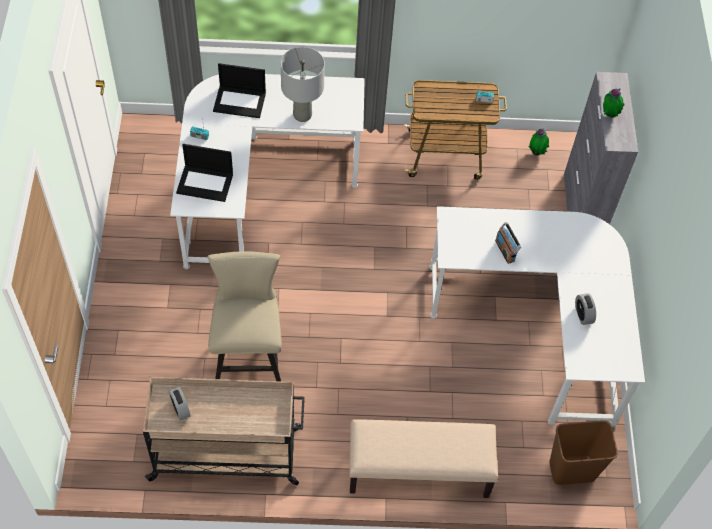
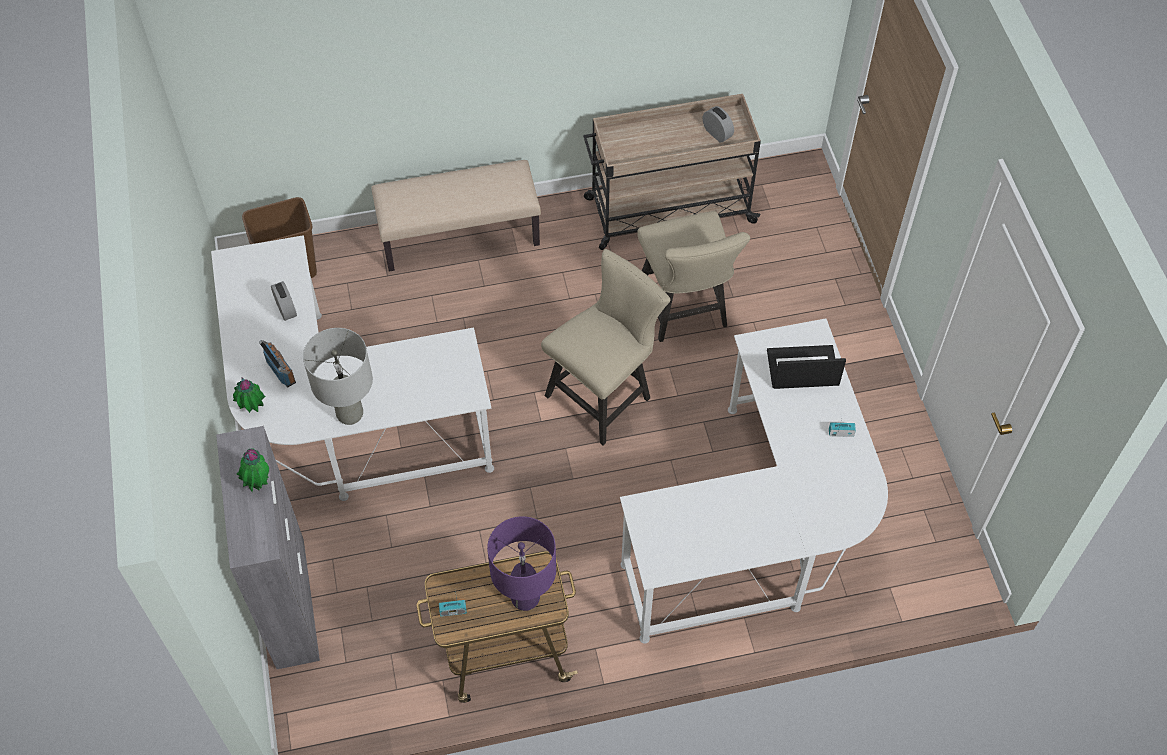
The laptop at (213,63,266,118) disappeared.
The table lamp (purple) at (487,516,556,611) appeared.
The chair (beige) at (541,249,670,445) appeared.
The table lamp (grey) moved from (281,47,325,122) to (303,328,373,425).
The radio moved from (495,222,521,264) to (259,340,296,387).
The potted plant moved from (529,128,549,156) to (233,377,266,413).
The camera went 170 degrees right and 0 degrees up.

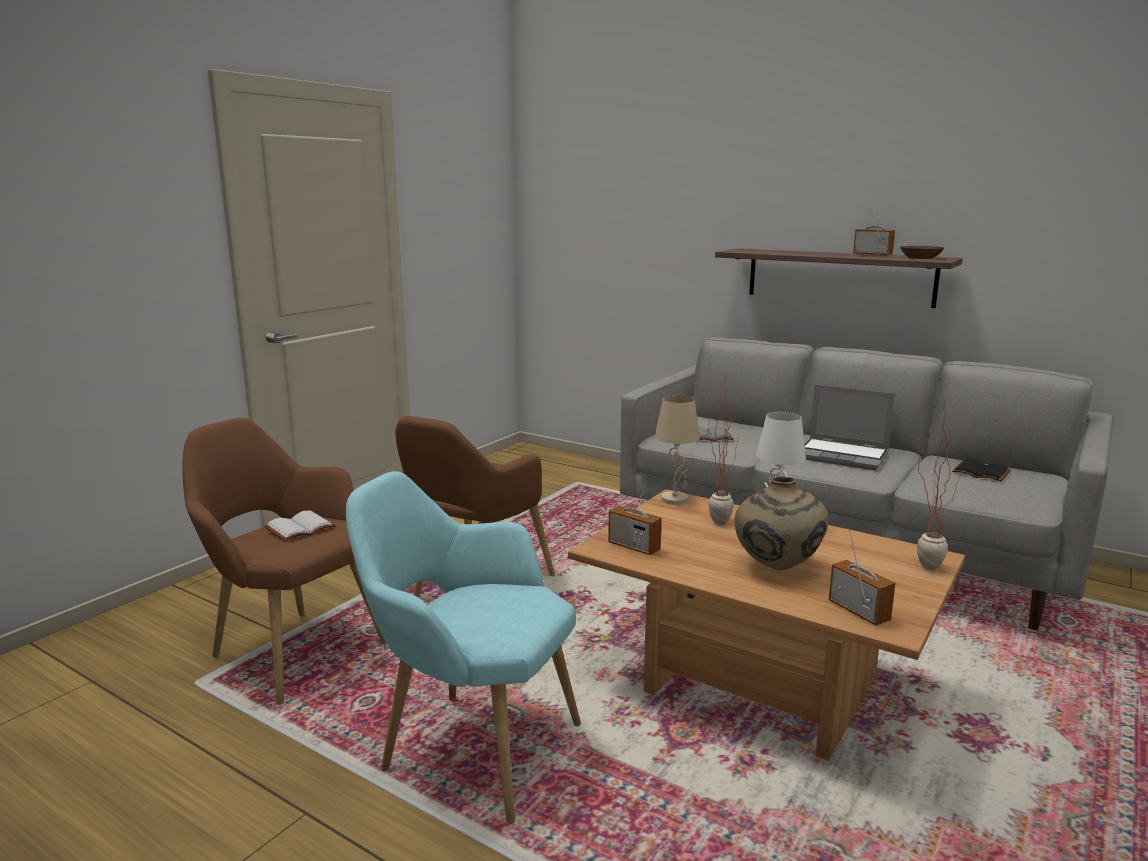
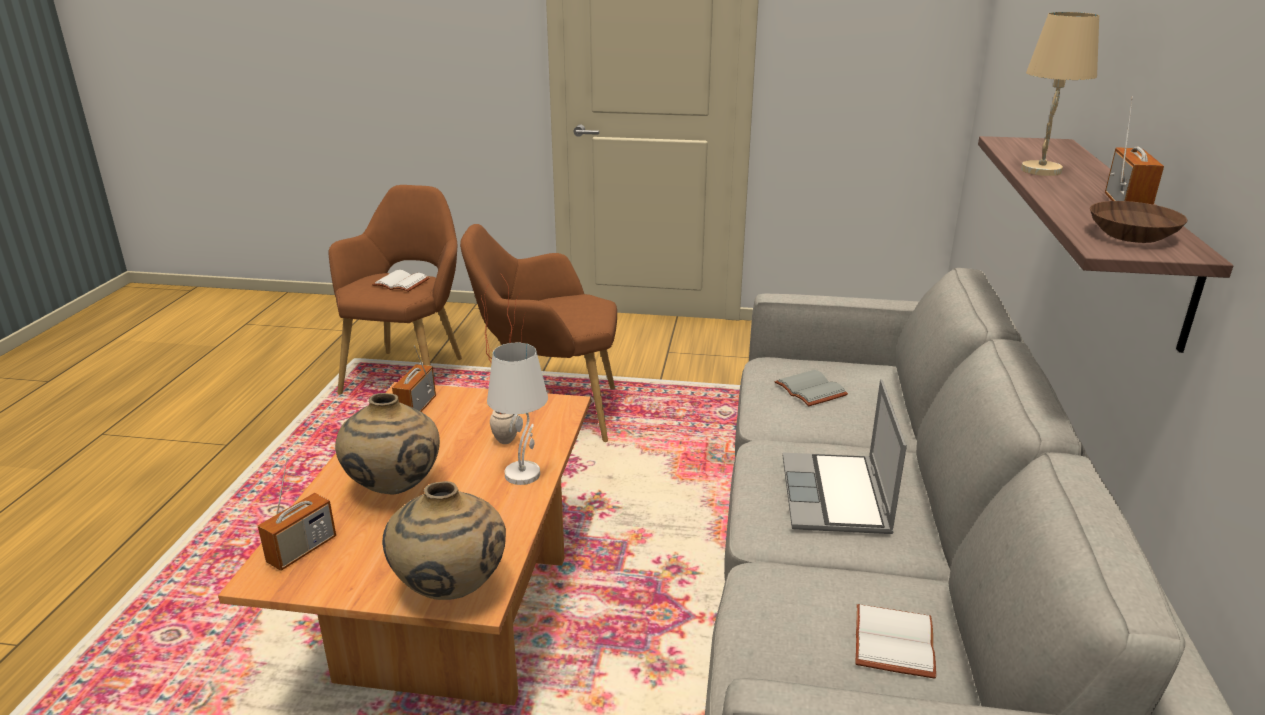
The armchair (turquoise) at (346,471,581,824) disappeared.
The table lamp (beige) moved from (655,395,700,505) to (1021,12,1099,176).
The potted plant at (917,398,962,570) was replaced by the vase (beige) at (382,481,506,600).
The book (black) at (952,459,1011,482) became the book (white) at (855,604,936,679).
The camera went 65 degrees right and 10 degrees up.

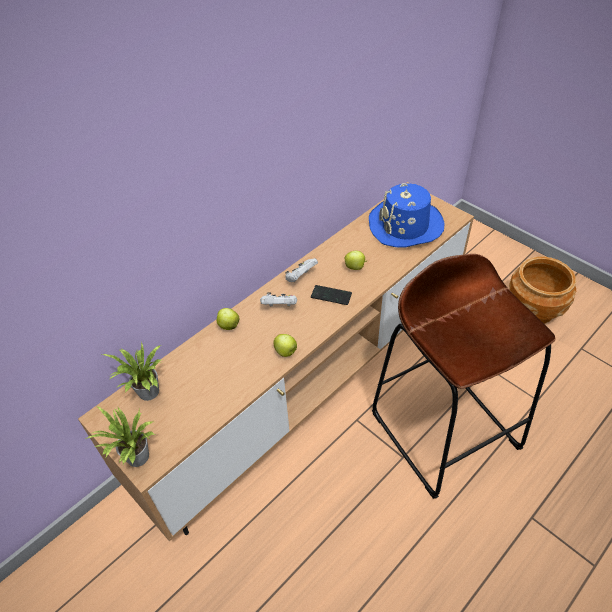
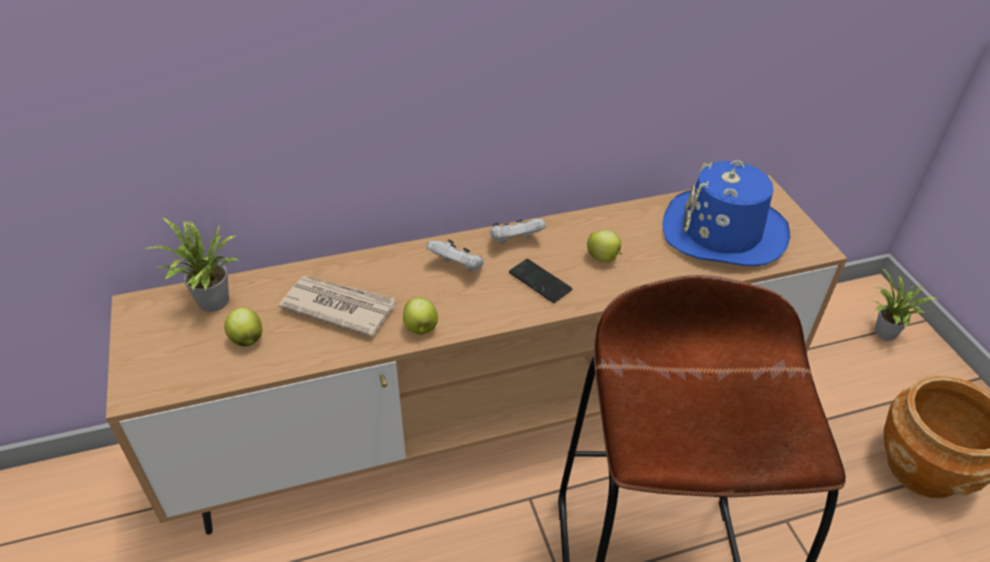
The newspaper at (279,276,396,337) appeared.
The potted plant moved from (86,406,155,467) to (873,268,939,341).
The apple moved from (217,308,239,330) to (224,307,262,346).
The camera went 25 degrees right and 5 degrees down.

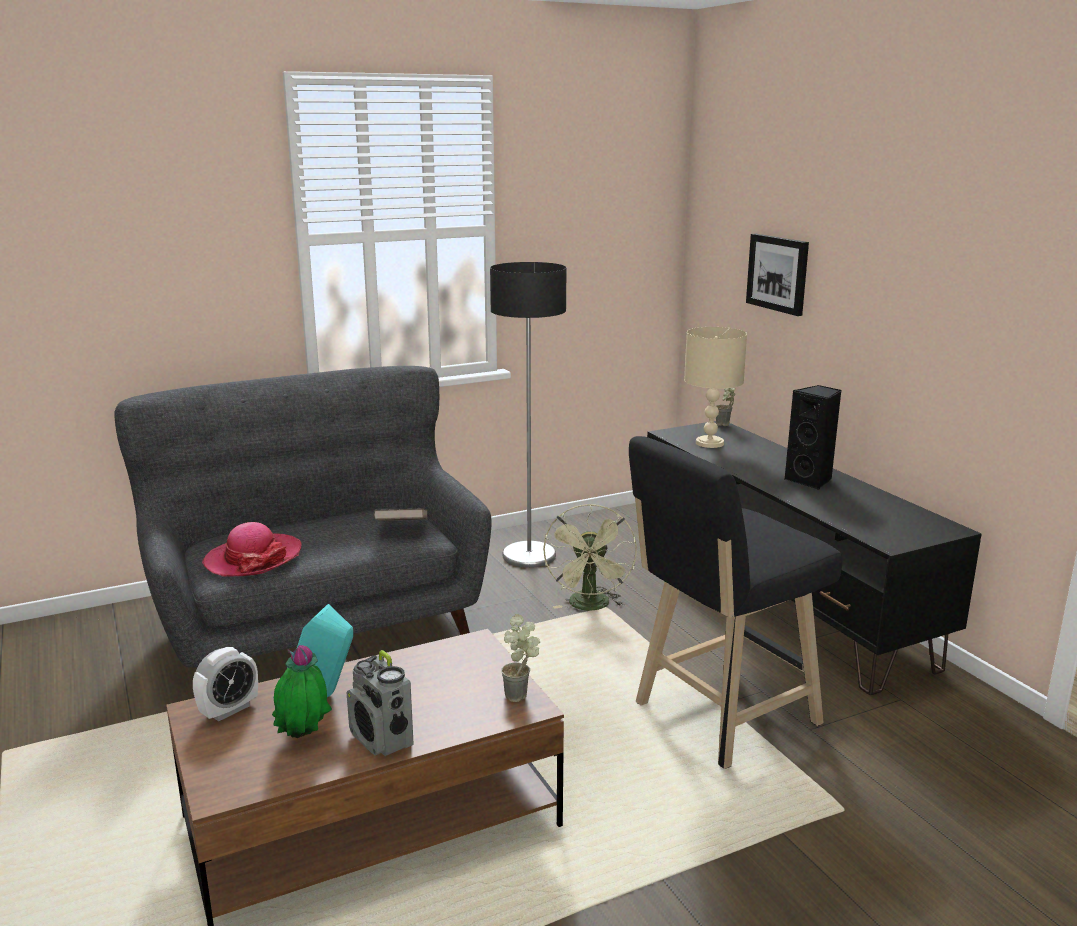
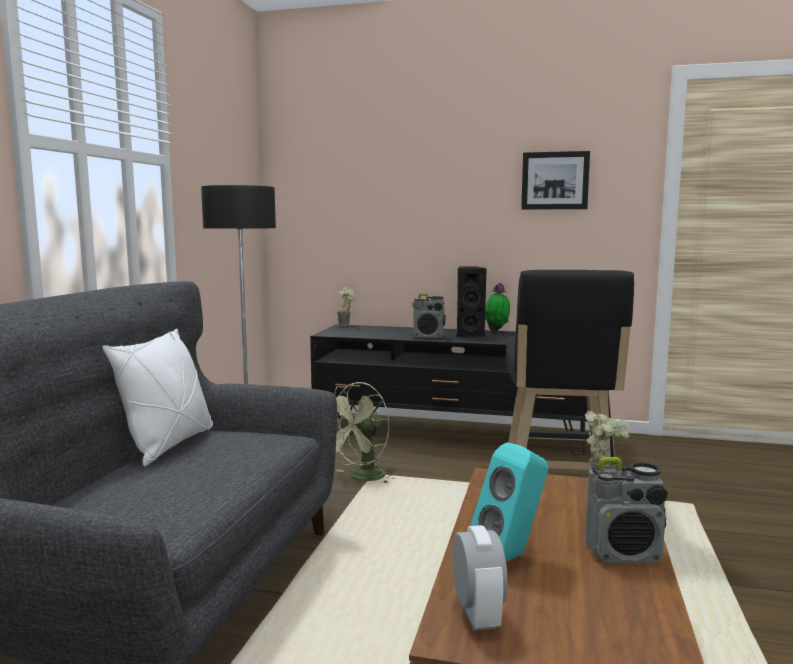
The hat at (202,522,302,576) disappeared.
The book (brown) at (373,508,428,521) disappeared.
The table lamp (beige) at (684,327,747,448) disappeared.
The pillow (white) at (102,329,213,466) appeared.
The radio at (413,293,445,338) appeared.
The potted plant moved from (272,645,332,738) to (485,283,510,332).
The picture moved from (746,234,809,316) to (521,151,590,209).
The fan (green) at (543,504,637,611) turned 90 degrees clockwise.
The camera went 50 degrees left and 10 degrees down.

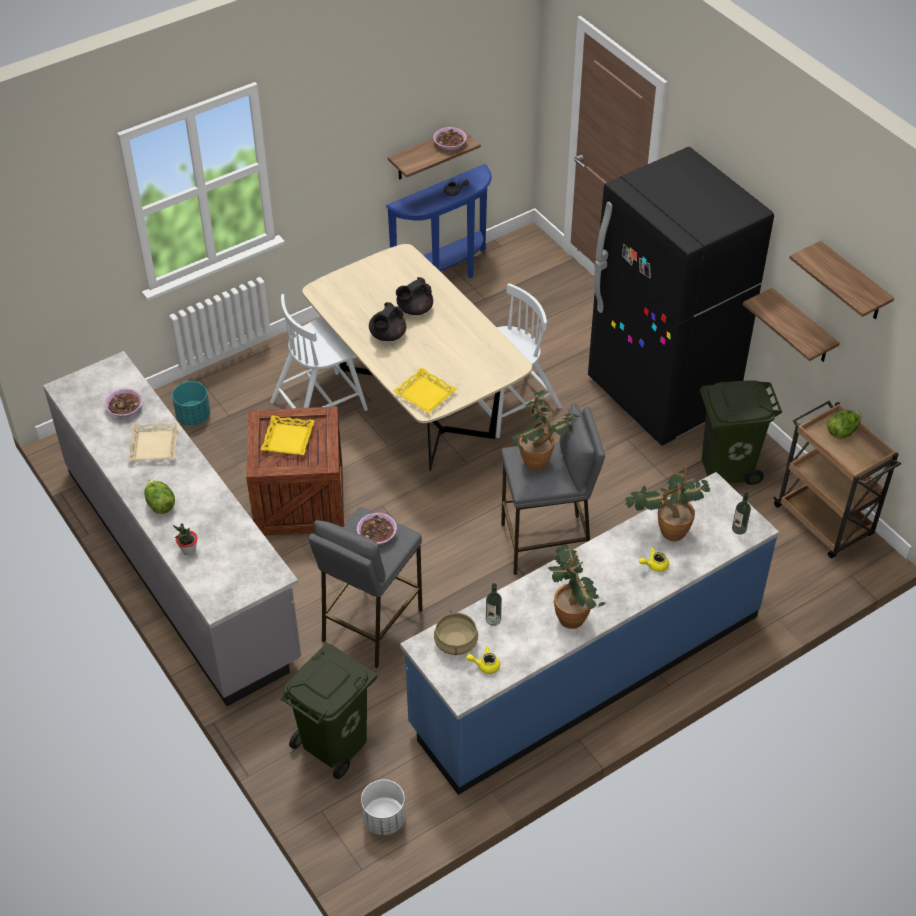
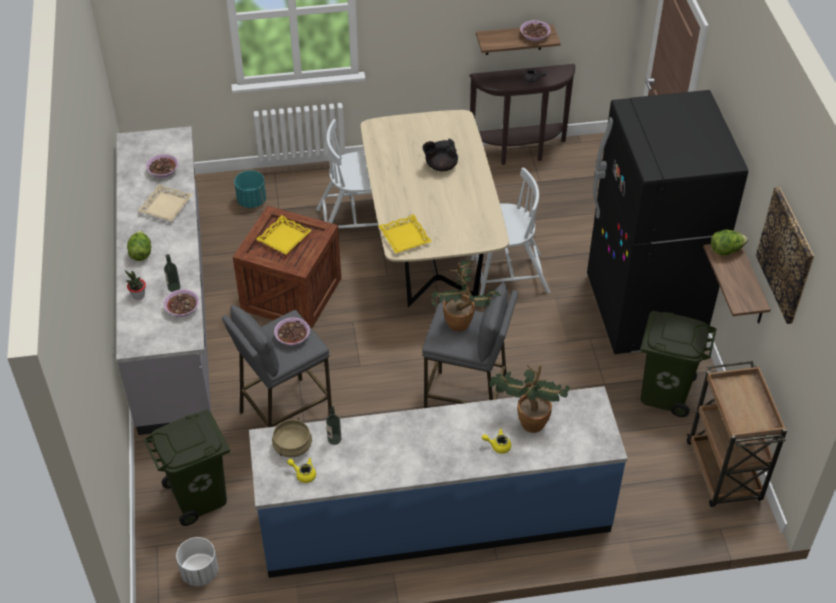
The teapot (black) at (369,302,406,341) disappeared.
The potted plant at (548,544,605,629) disappeared.
The bowl at (164,289,199,317) appeared.
The bottle moved from (732,492,751,535) to (164,254,181,292).
The lettuce moved from (827,410,861,439) to (711,229,748,255).
The shelf at (789,241,894,319) was replaced by the picture at (756,187,814,324).
The console table (blue) at (386,164,491,278) became the console table (brown) at (469,64,575,165).
The camera went 25 degrees right and 0 degrees up.

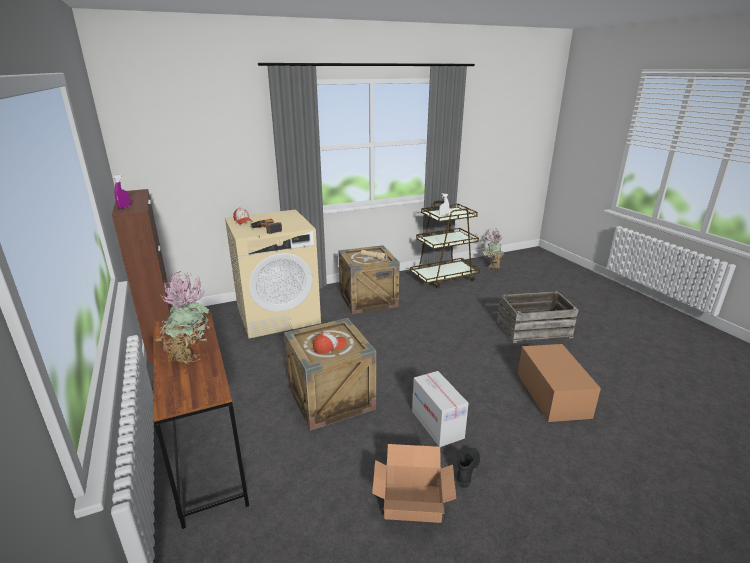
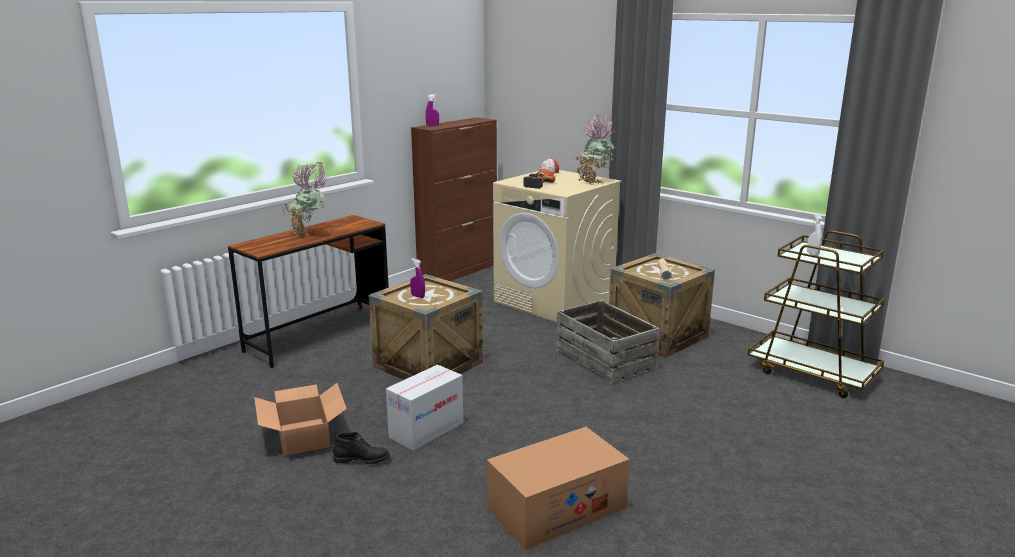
The potted plant moved from (483,227,504,270) to (576,115,615,184).
The crate moved from (497,291,578,343) to (555,300,660,385).
The cap at (313,332,347,354) was replaced by the spray bottle (purple) at (410,258,425,298).
The camera went 65 degrees right and 5 degrees down.

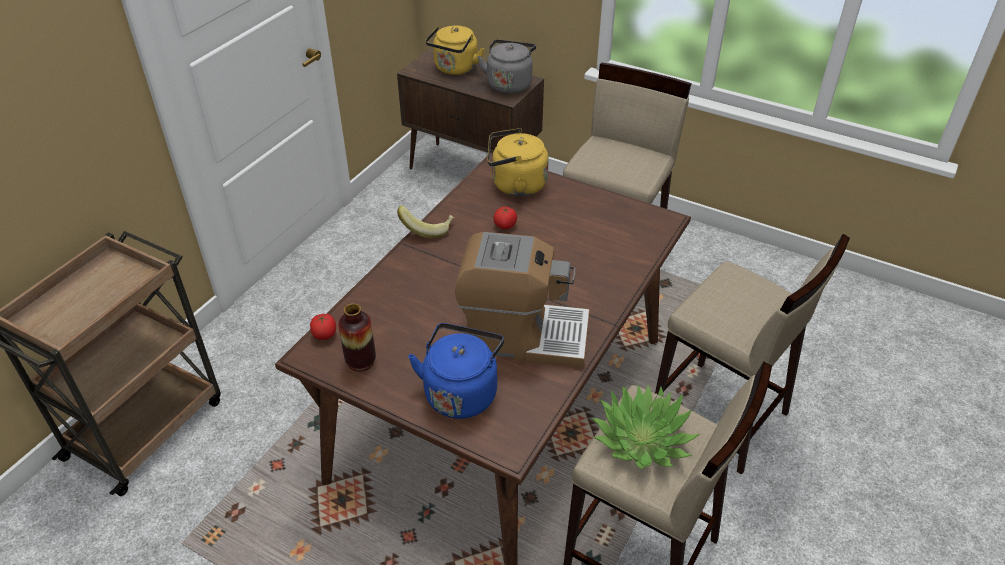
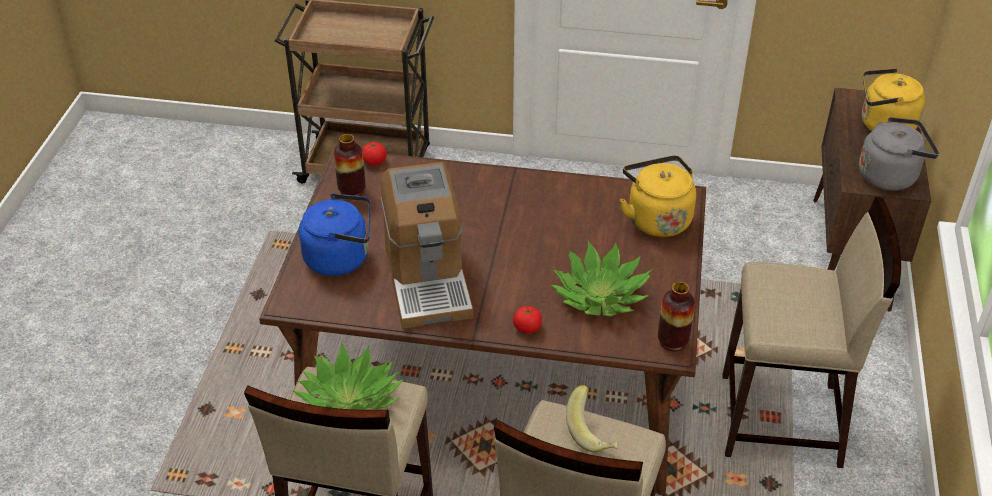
The potted plant at (551,241,652,316) appeared.
The vase at (658,282,695,351) appeared.
The banana moved from (397,205,454,238) to (566,385,618,453).
The tomato moved from (493,207,517,229) to (513,306,542,334).
The camera went 70 degrees right and 0 degrees up.

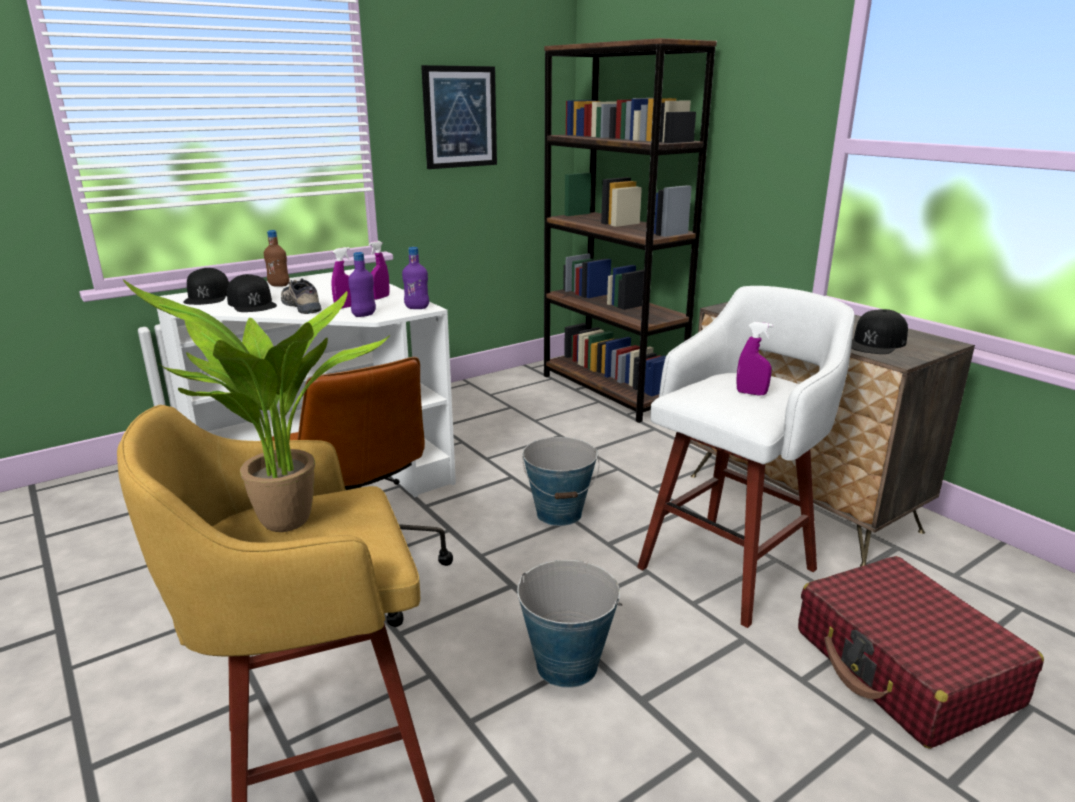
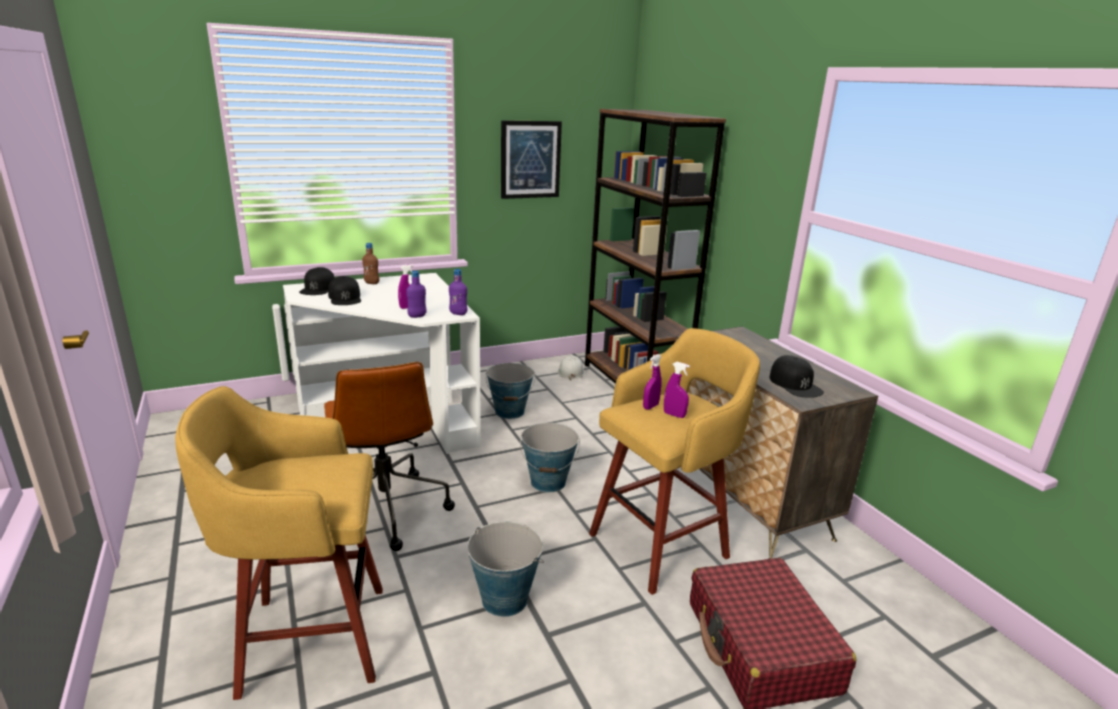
The potted plant at (123,280,390,532) disappeared.
The shoe at (281,278,322,314) disappeared.
The bucket at (486,363,535,419) appeared.
The hard hat (white) at (558,355,585,380) appeared.
The spray bottle (purple) moved from (369,241,390,300) to (643,354,662,410).
The stool (white) at (637,286,855,628) became the stool (yellow) at (589,328,760,595).
The cap (black) at (851,309,908,354) turned 75 degrees counterclockwise.
The camera went 10 degrees right and 0 degrees up.

